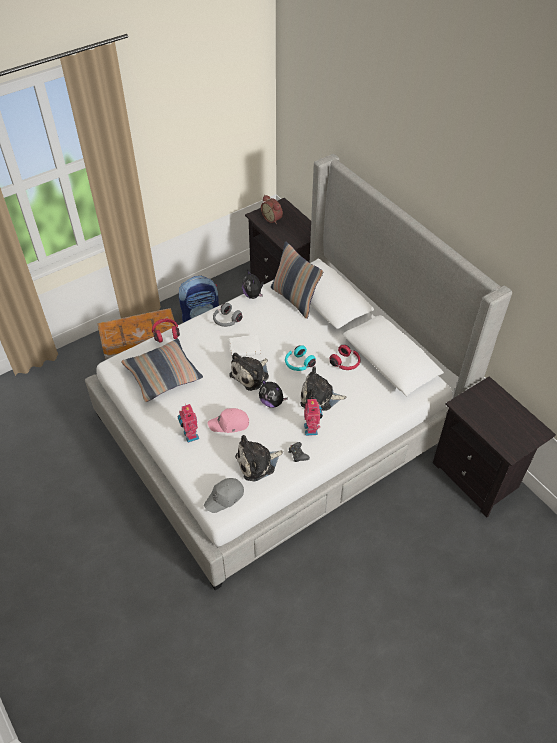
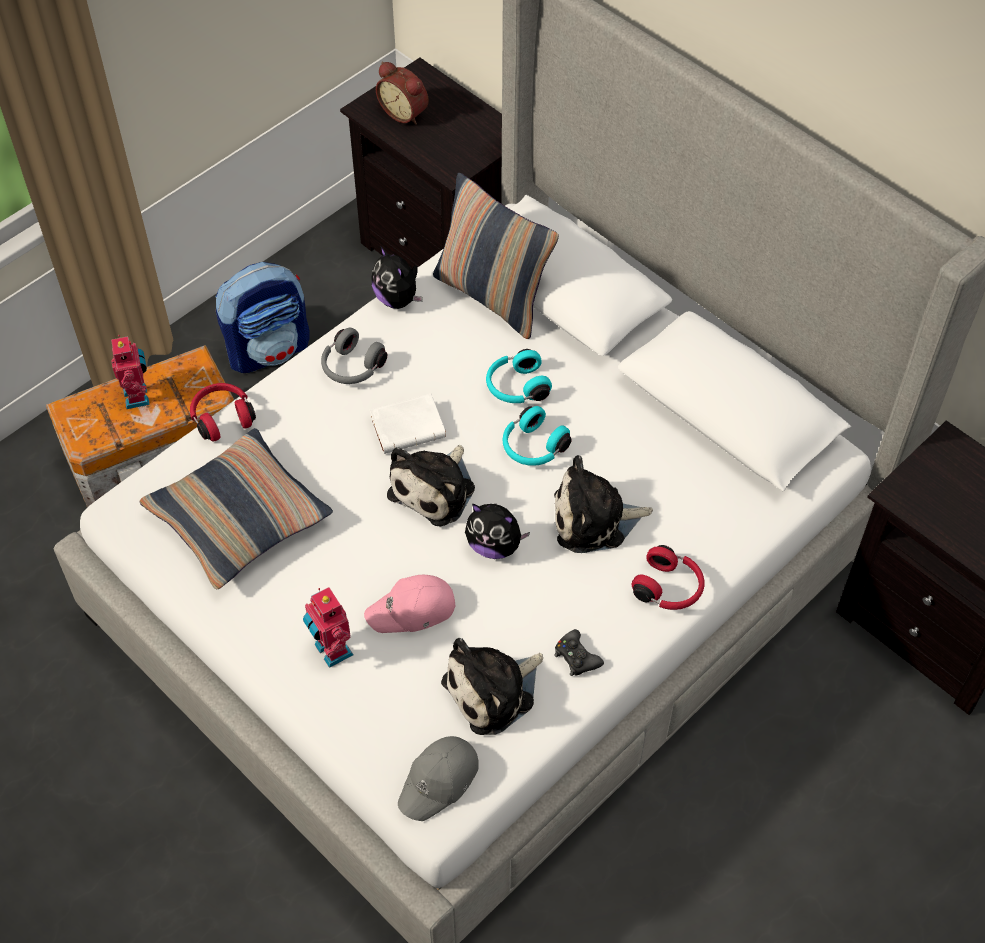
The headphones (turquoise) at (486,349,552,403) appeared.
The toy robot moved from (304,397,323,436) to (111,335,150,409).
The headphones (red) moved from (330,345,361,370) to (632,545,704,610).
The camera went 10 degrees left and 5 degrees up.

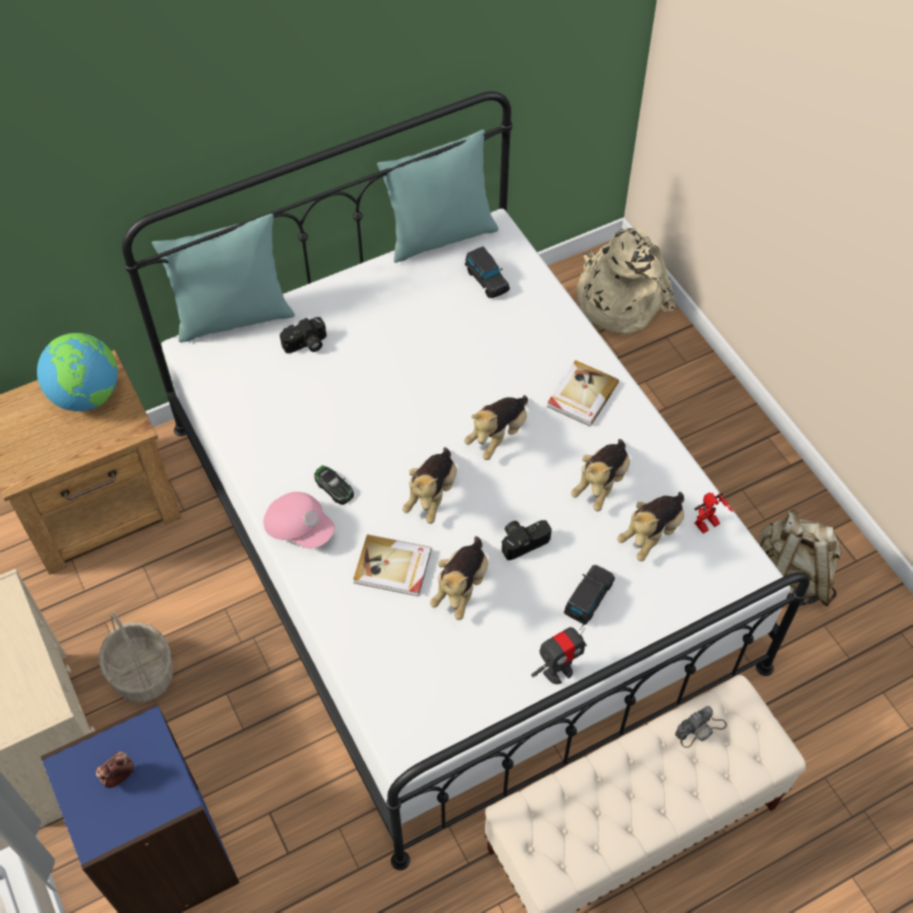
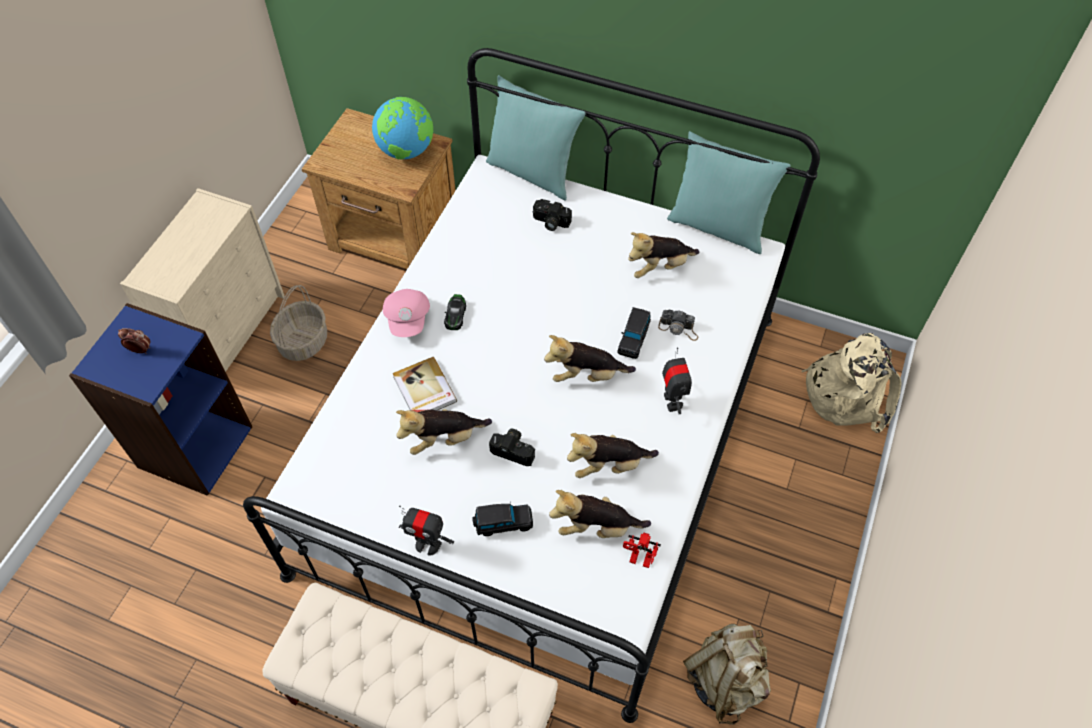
The plush toy moved from (402,447,457,524) to (628,232,699,278).
The toy car (black) moved from (465,246,510,298) to (617,307,651,359).
The photo camera moved from (675,706,727,748) to (658,310,698,341).
The book at (547,360,619,427) was replaced by the toy robot at (662,348,692,414).
The camera went 50 degrees right and 0 degrees up.

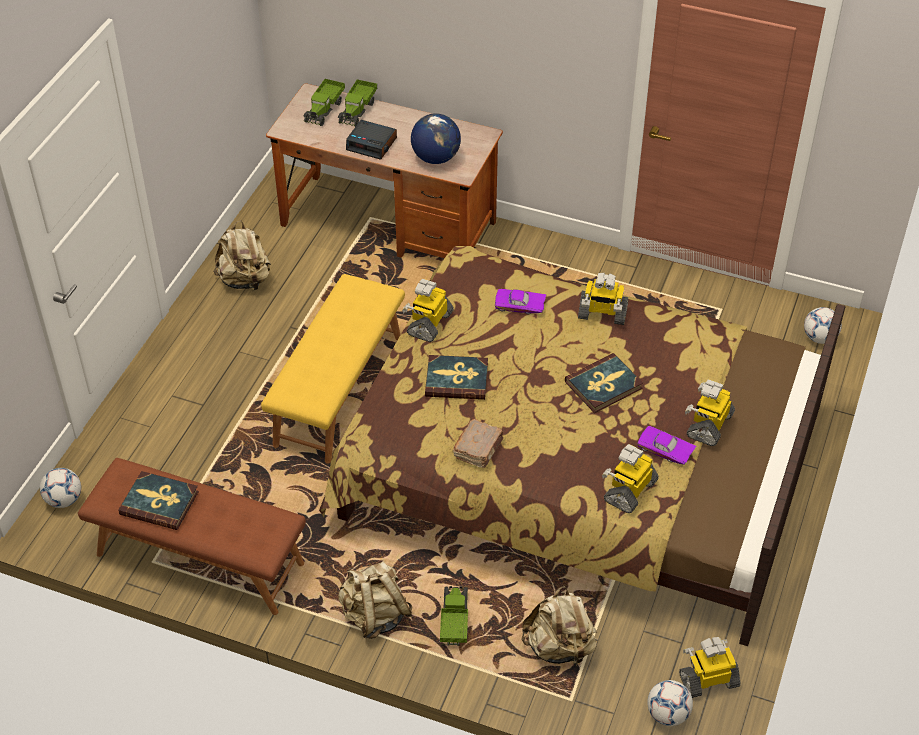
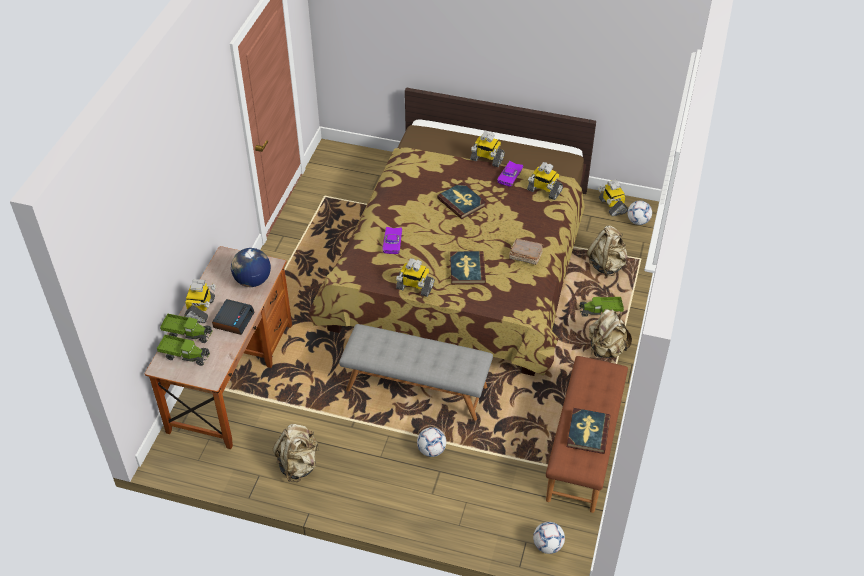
The toy robot moved from (578,273,628,325) to (184,279,216,323).
The football moved from (804,307,842,344) to (417,427,446,457).
The bench (yellow) at (261,274,405,464) became the bench (grey) at (339,324,493,421).
The camera went 95 degrees left and 0 degrees up.

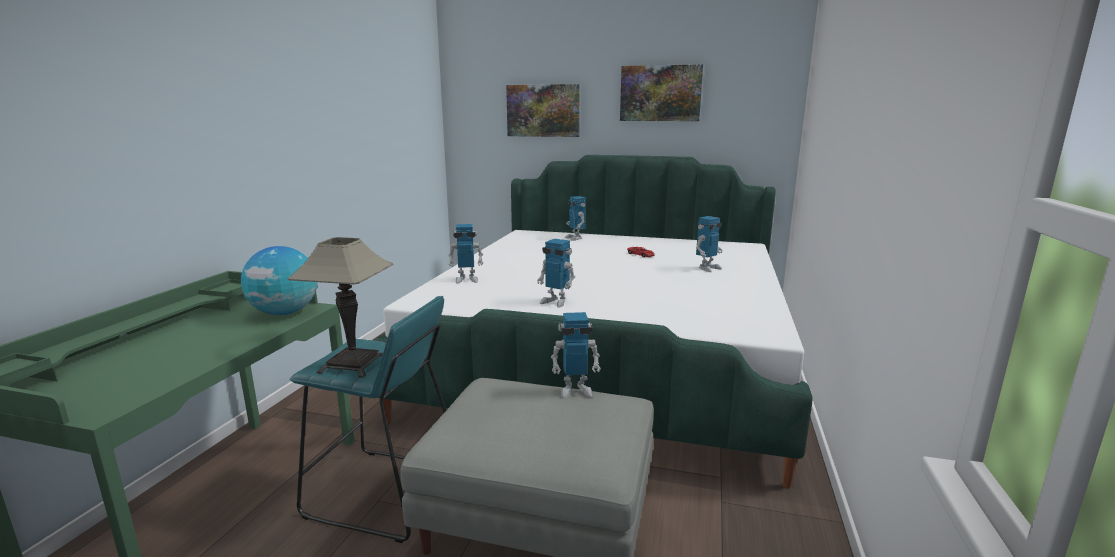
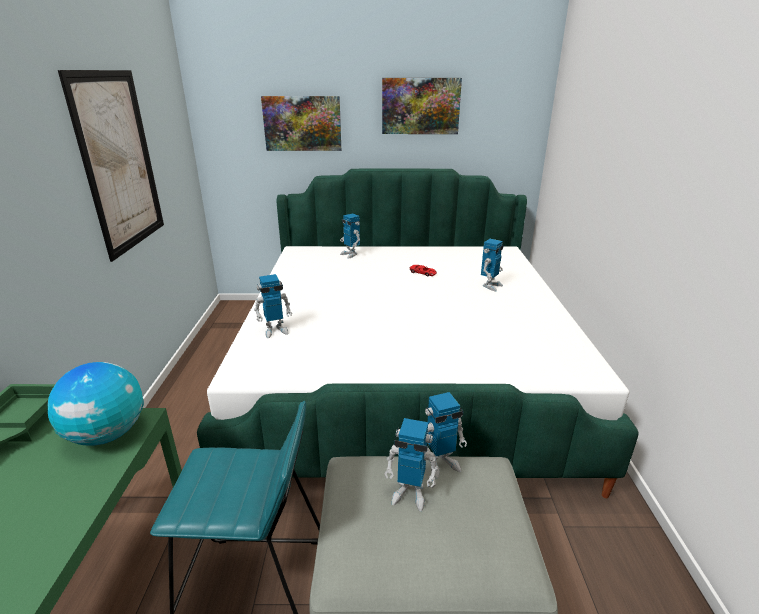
The table lamp at (288,237,393,378) disappeared.
The picture at (58,70,164,262) appeared.
The toy robot moved from (537,239,575,308) to (384,418,438,511).
The camera went 15 degrees left and 10 degrees up.

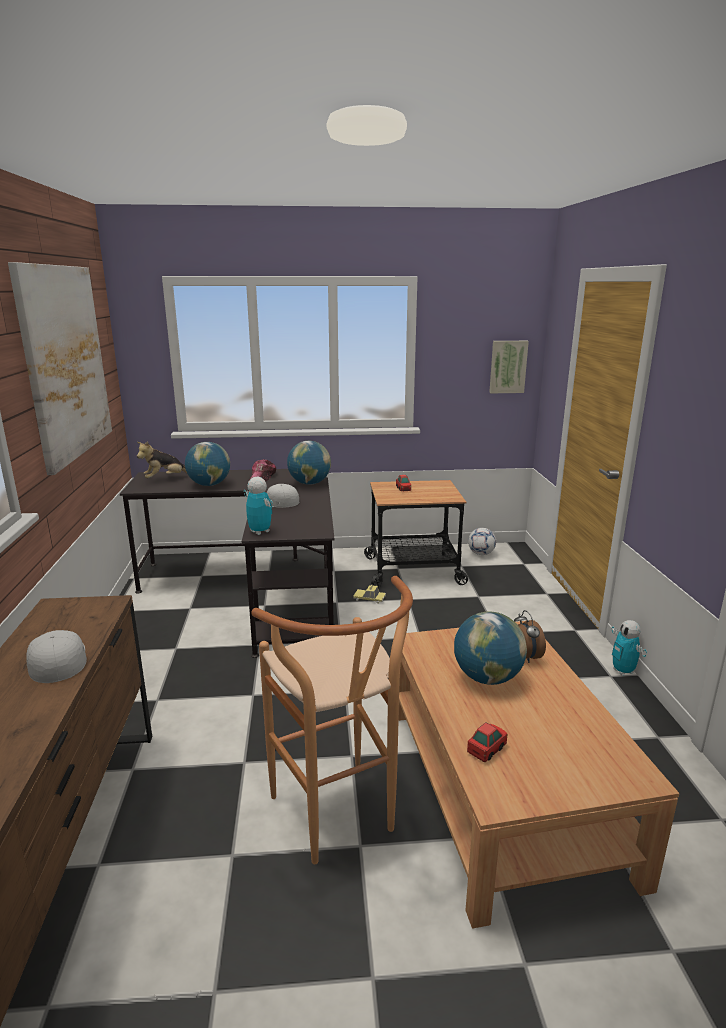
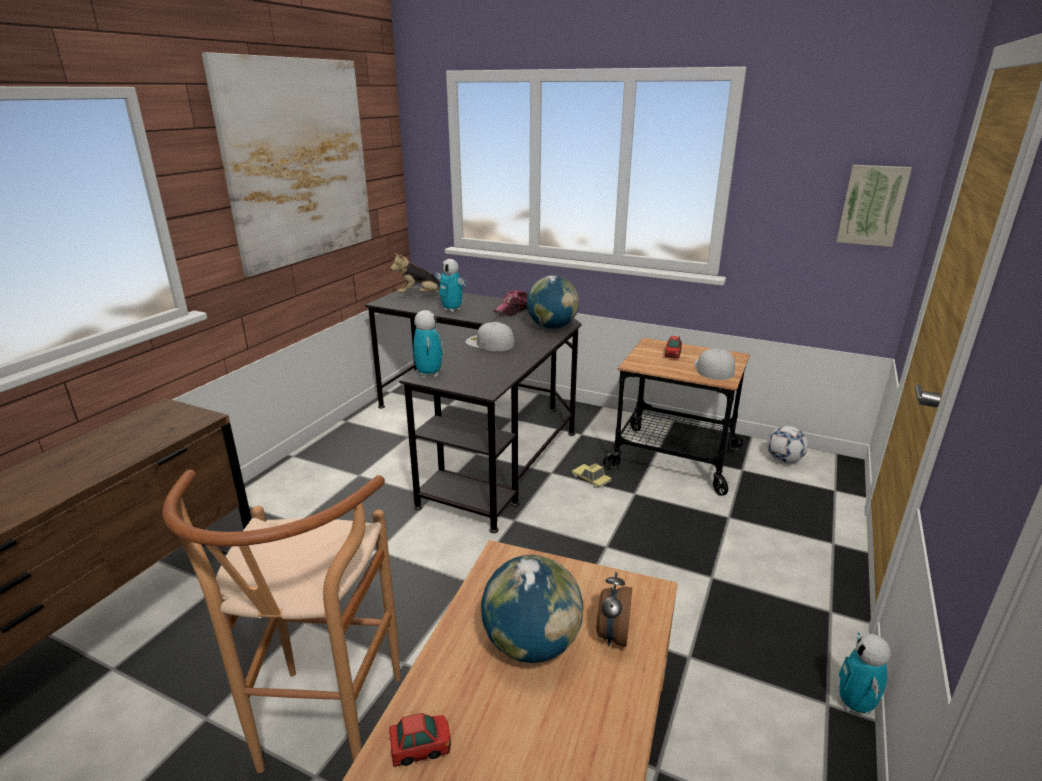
The cap (white) moved from (26,630,87,683) to (694,349,735,380).
The globe at (185,442,230,486) was replaced by the toy robot at (435,259,467,312).
The camera went 30 degrees right and 5 degrees up.

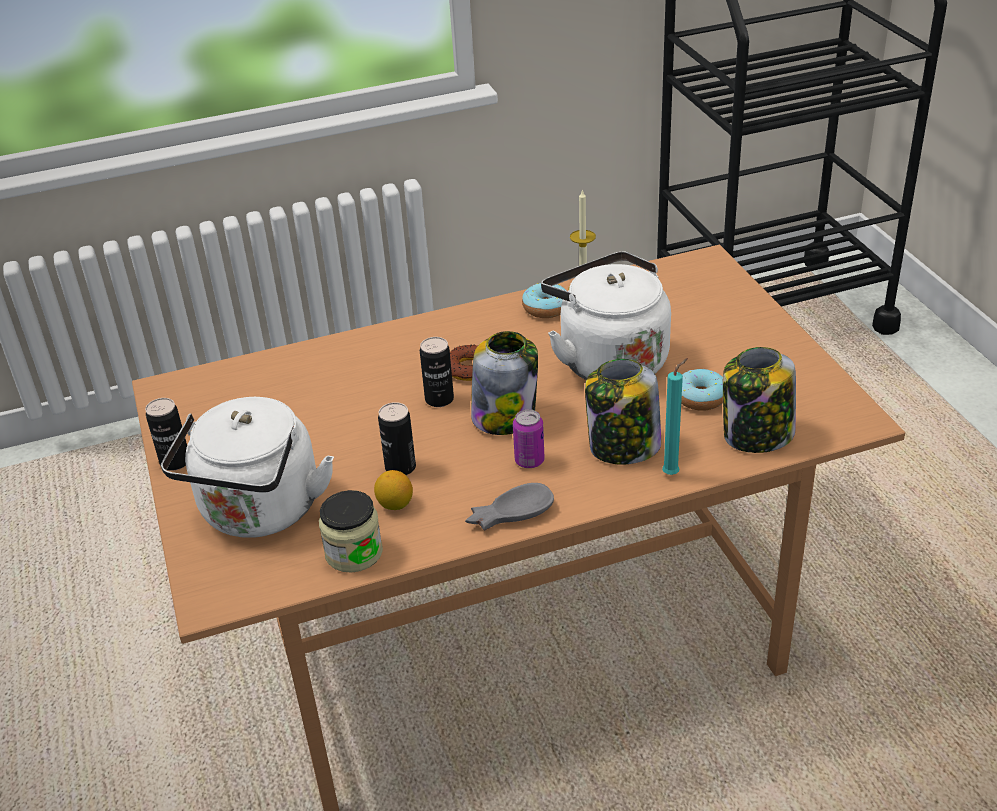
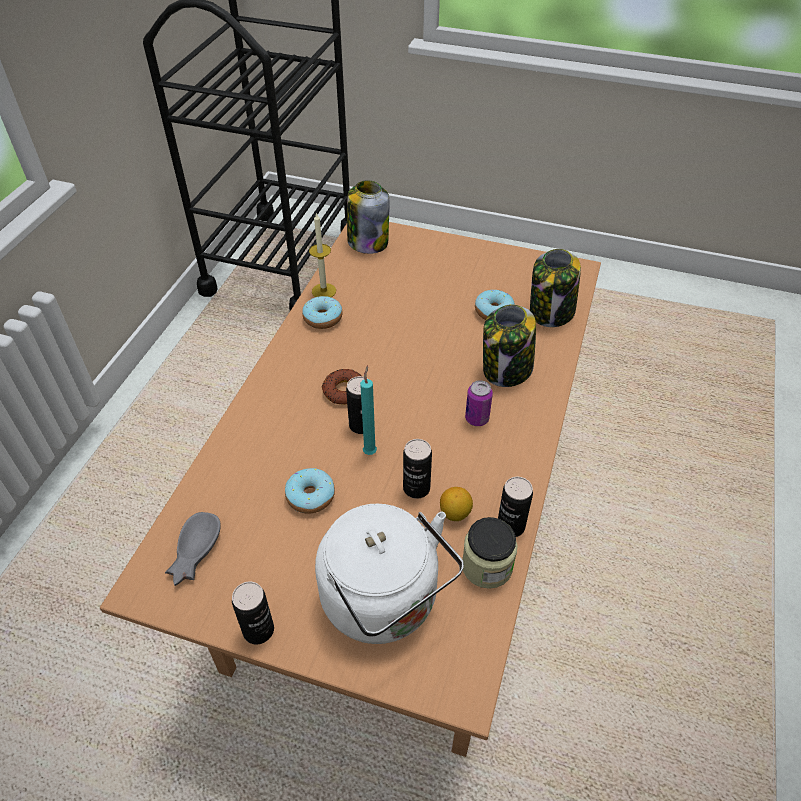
The kettle (white) at (541,251,671,380) disappeared.
The donut at (285,468,335,514) appeared.
The can at (498,477,533,537) appeared.
The bowl (grey) moved from (465,483,554,531) to (165,512,221,586).
The jar moved from (471,331,538,435) to (347,180,389,254).
The candle (turquoise) moved from (662,358,688,475) to (360,365,377,455).
The camera went 55 degrees left and 10 degrees up.

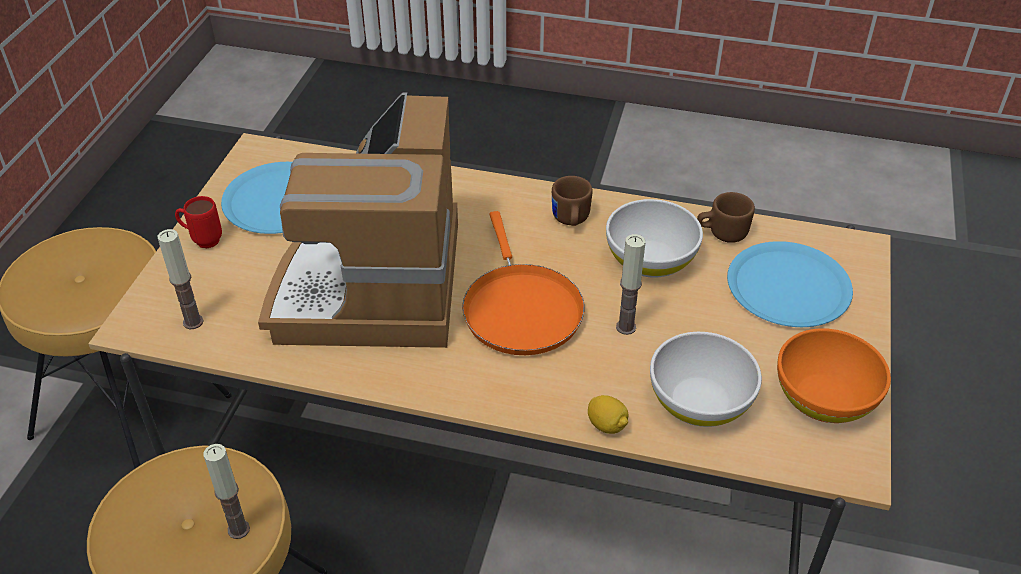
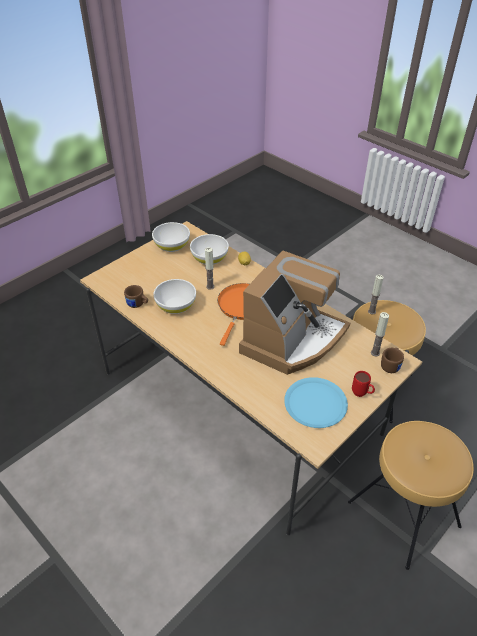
The plate (blue) at (727,241,853,327) disappeared.
The mug (brown) moved from (552,176,593,226) to (381,348,404,373).
The bowl (orange) at (777,328,891,423) became the bowl (white) at (152,222,190,252).
The camera went 150 degrees left and 0 degrees up.

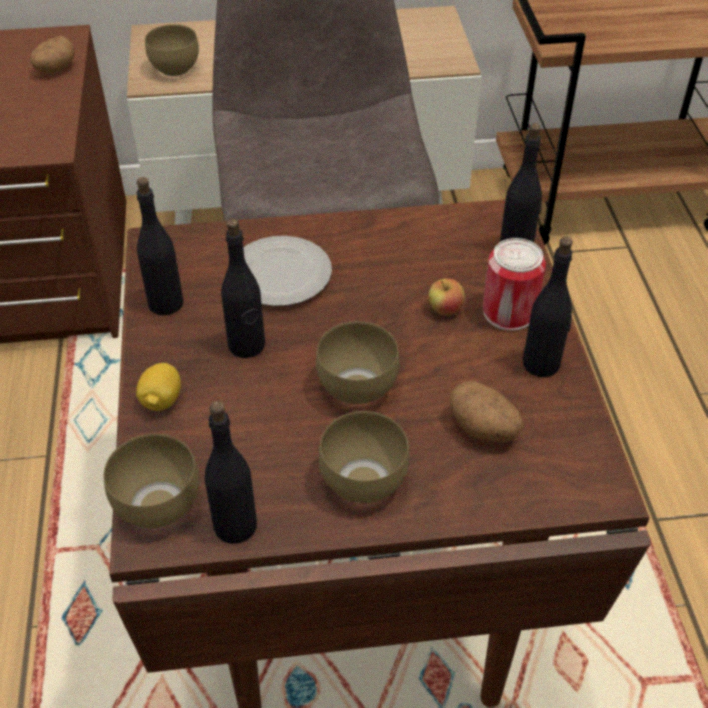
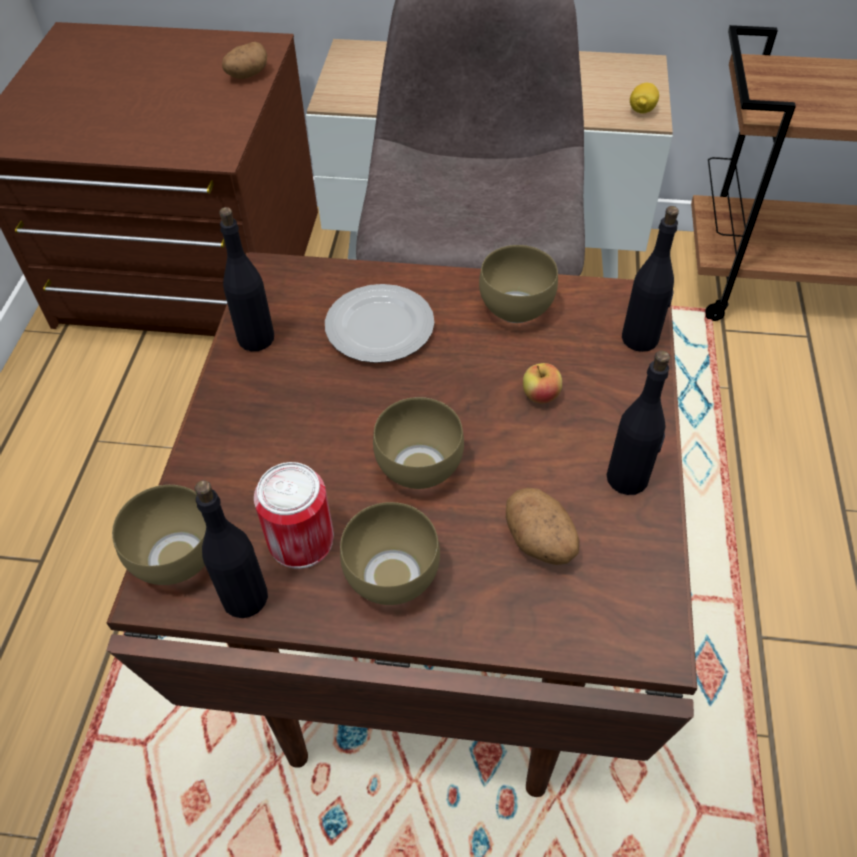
The bottle (black) at (221,218,265,358) disappeared.
The lemon moved from (136,363,181,411) to (630,83,659,114).
The bowl (brown) moved from (145,24,199,76) to (479,245,558,323).
The can moved from (483,238,546,331) to (254,462,334,569).
The camera went 15 degrees right and 5 degrees up.

